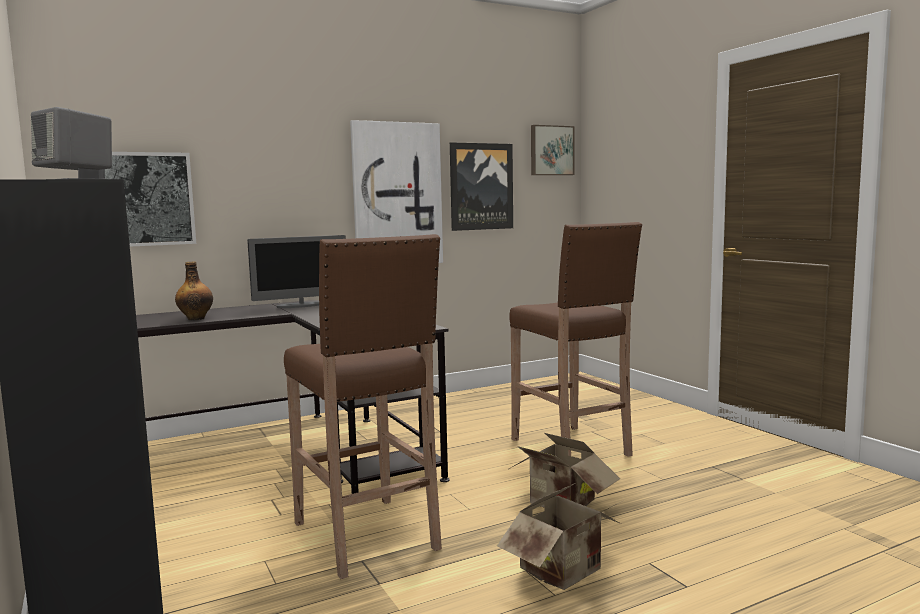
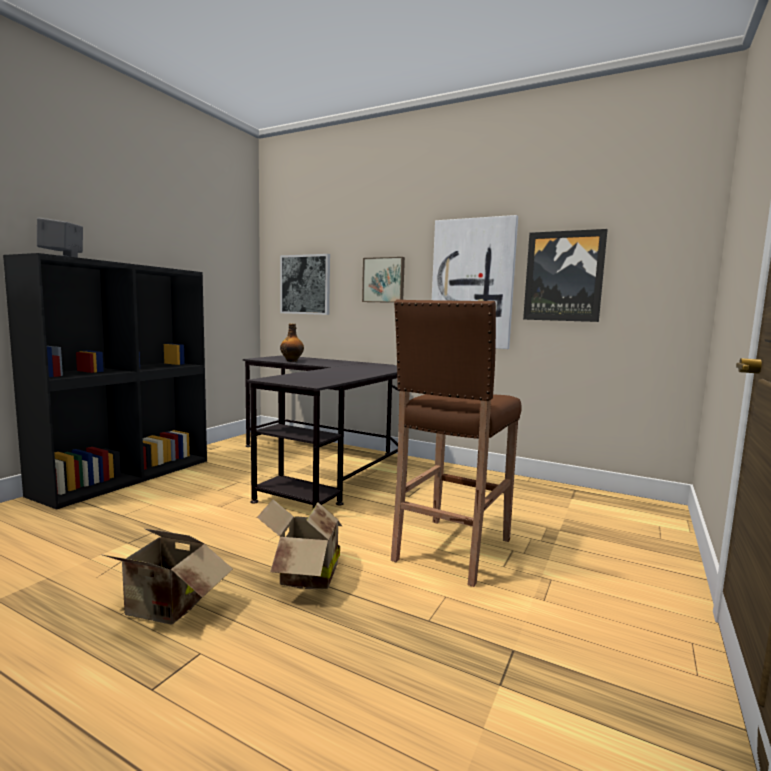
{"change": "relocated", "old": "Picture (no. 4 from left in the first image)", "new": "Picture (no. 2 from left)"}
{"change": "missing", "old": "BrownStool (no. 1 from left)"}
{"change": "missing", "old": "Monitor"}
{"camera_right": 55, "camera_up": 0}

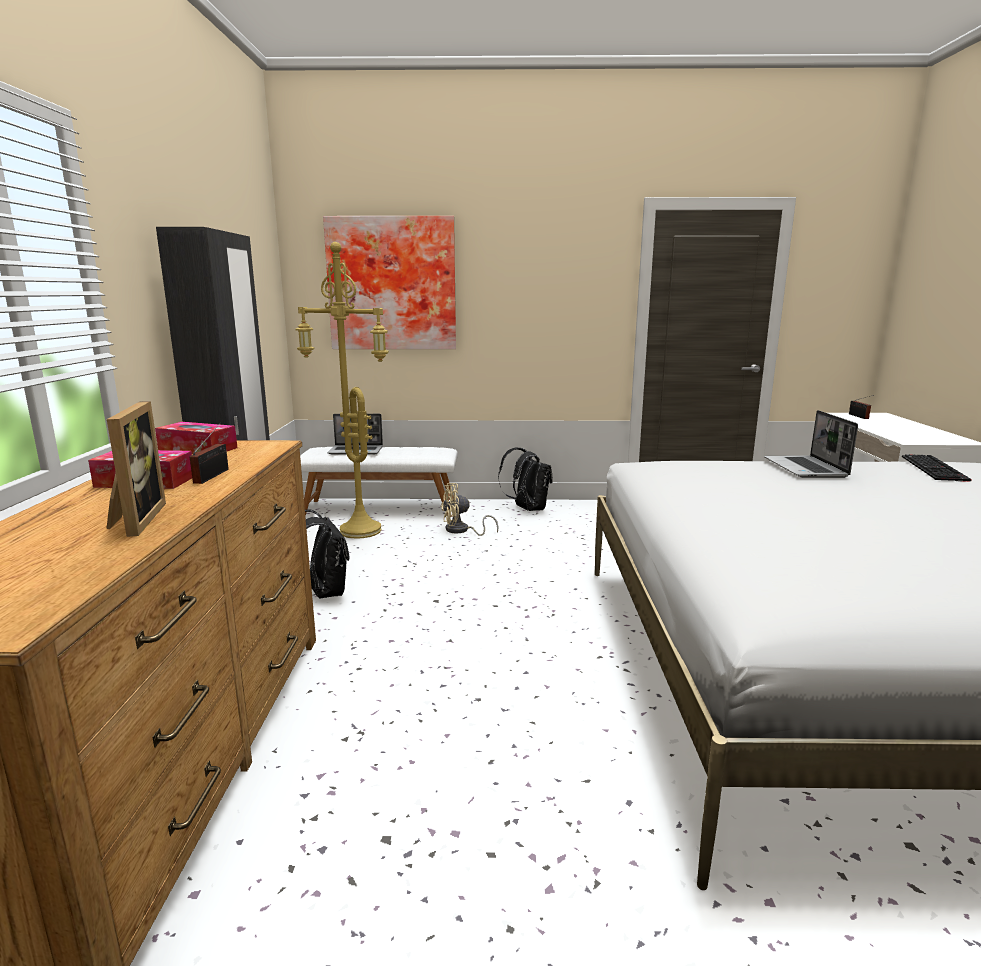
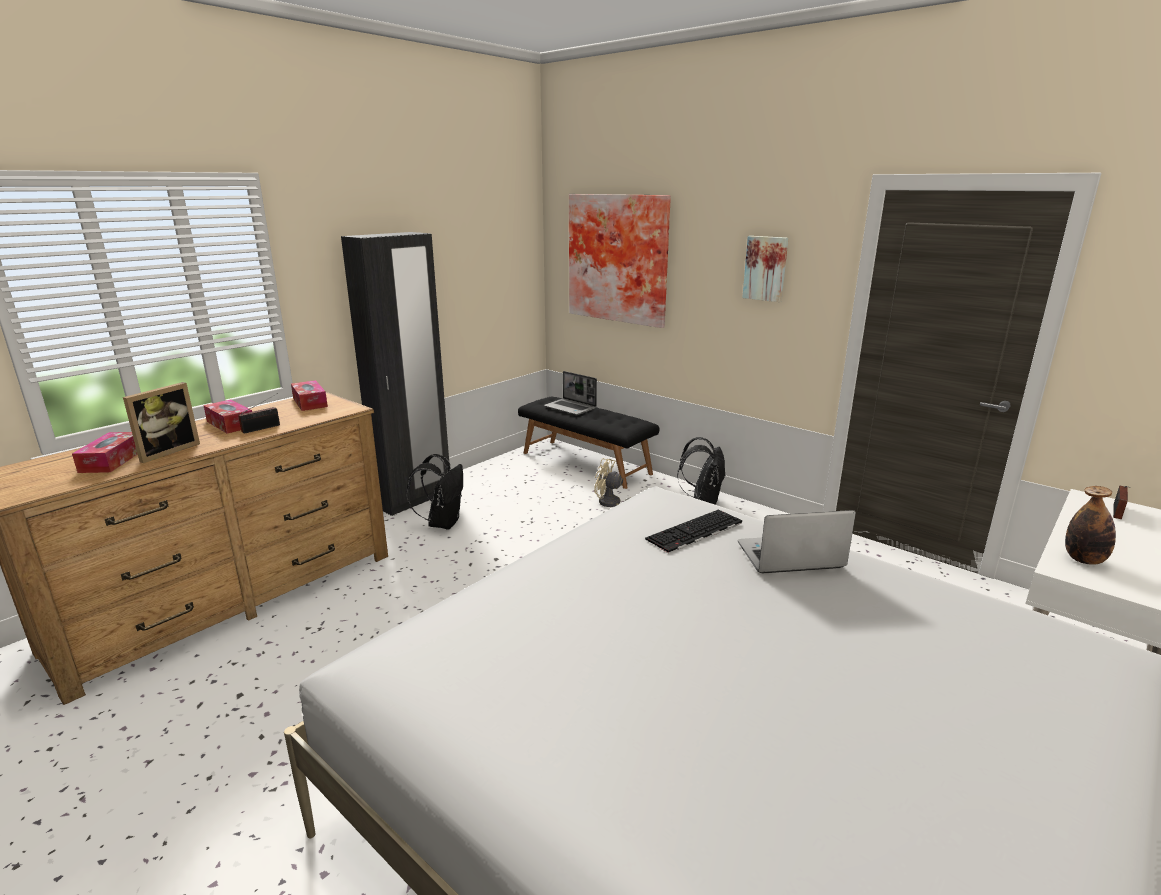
{"change": "missing", "old": "YellowFloorLamp"}
{"change": "spun", "old": "Laptop (no. 2 from left)", "degrees": 45}
{"change": "colour", "old": "WhiteBench", "new": "BlackBench"}
{"change": "relocated", "old": "Keyboard"}
{"change": "appeared", "new": "Picture (no. 2 from left)"}
{"change": "appeared", "new": "TissueBox (no. 1 from left)"}
{"change": "appeared", "new": "Bottle"}
{"camera_right": 40, "camera_up": 5}

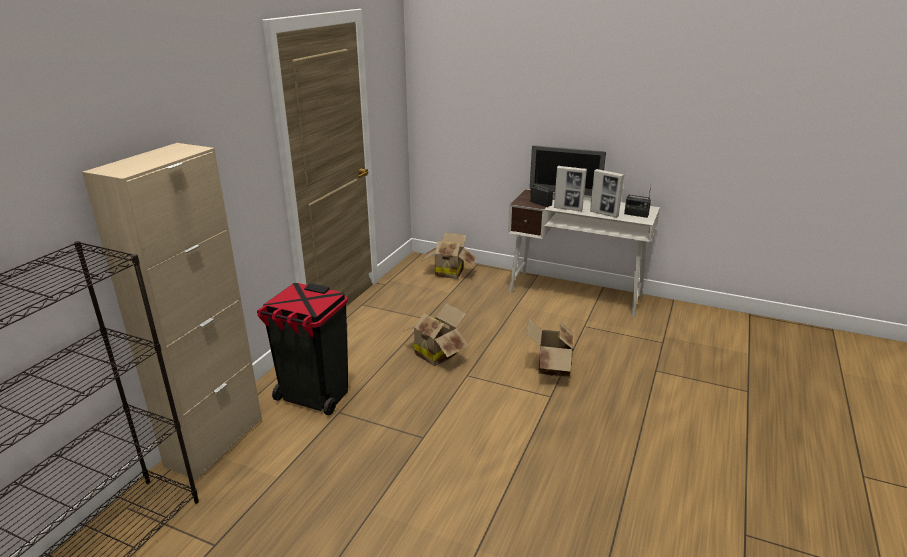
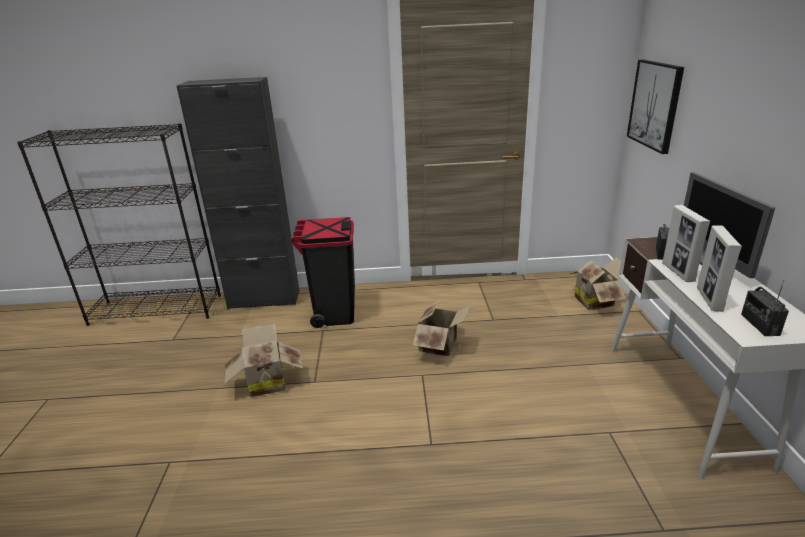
{"change": "colour", "old": "BeigeCabinet", "new": "BlackCabinet"}
{"change": "relocated", "old": "CardboardBox (no. 3 from left in the first image)", "new": "CardboardBox (no. 1 from left)"}
{"change": "appeared", "new": "Picture"}
{"camera_right": 65, "camera_up": 0}

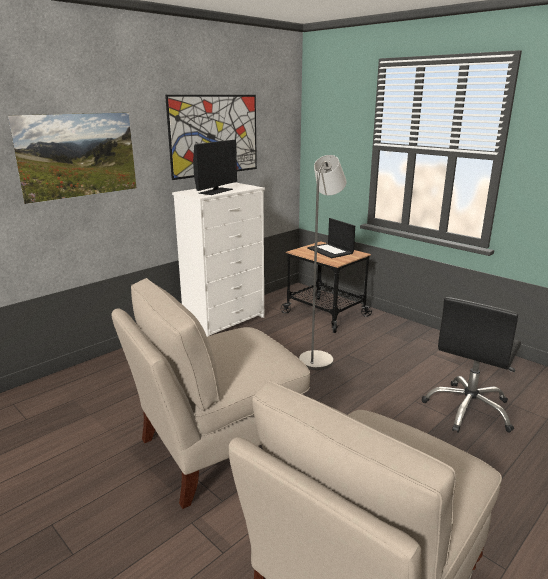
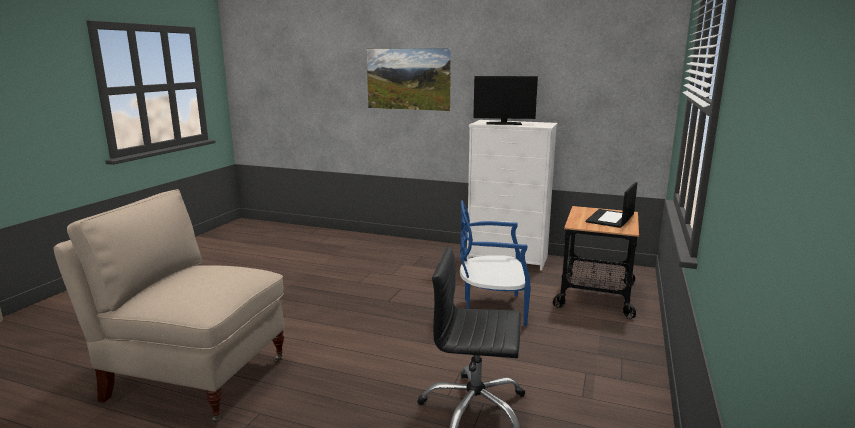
{"change": "missing", "old": "Picture (no. 2 from left)"}
{"change": "exchanged", "old": "GreyFloorLamp", "new": "BlueChair"}
{"change": "missing", "old": "BeigeChair (no. 1 from left)"}
{"camera_right": 65, "camera_up": -5}

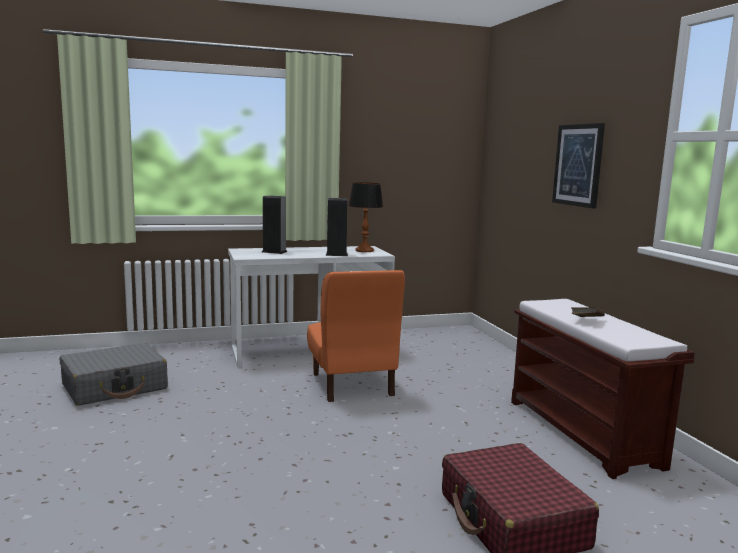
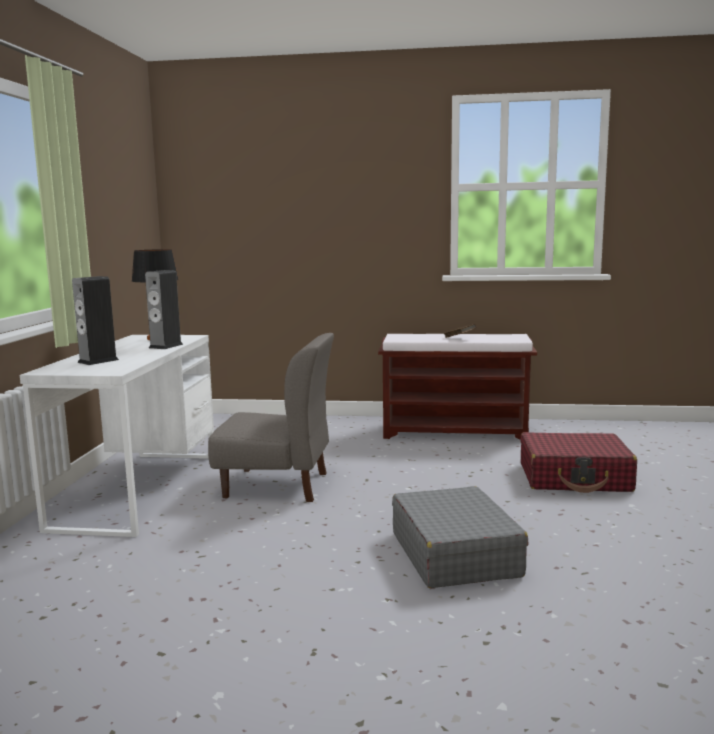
{"change": "missing", "old": "Picture"}
{"change": "colour", "old": "OrangeChair", "new": "GreyChair"}
{"change": "relocated", "old": "GreySuitcase"}
{"camera_right": -65, "camera_up": 0}

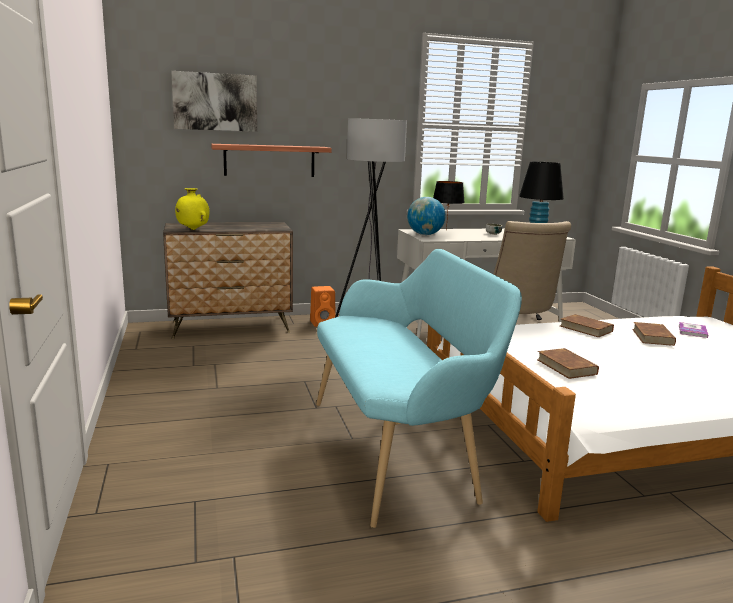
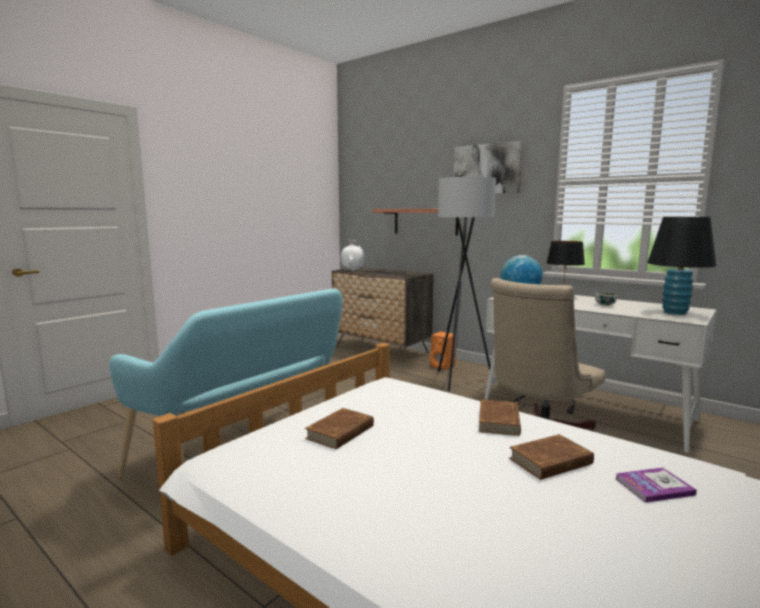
{"change": "relocated", "old": "Picture"}
{"change": "colour", "old": "YellowVase", "new": "WhiteVase"}
{"camera_right": 55, "camera_up": -5}

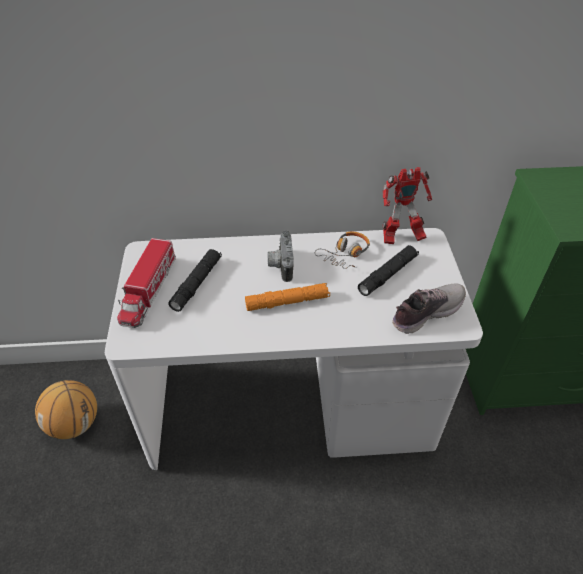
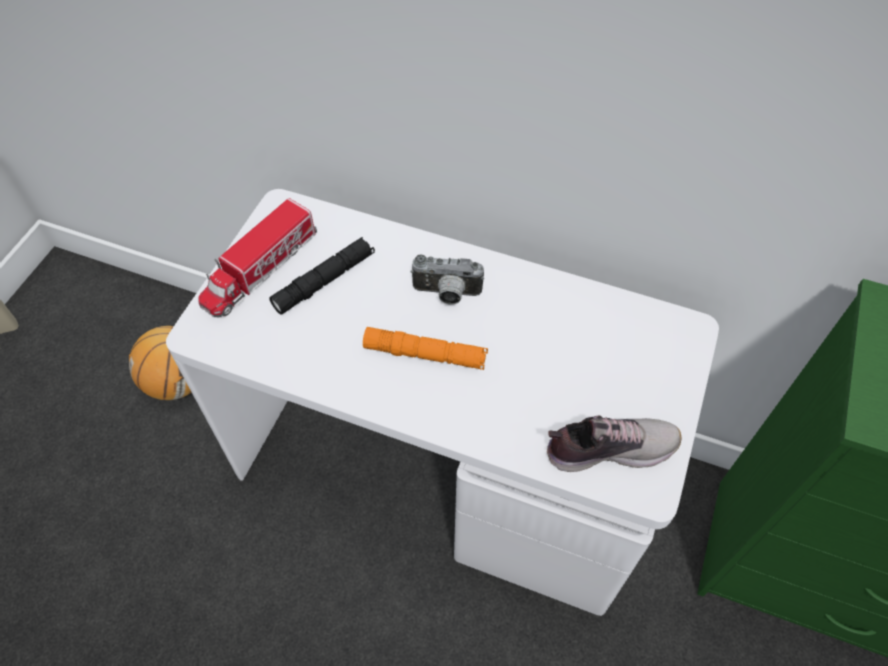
{"change": "missing", "old": "ToyRobot"}
{"change": "spun", "old": "PhotoCamera", "degrees": -105}
{"change": "missing", "old": "Headphones"}
{"change": "missing", "old": "BlackFlashlight (no. 2 from left)"}
{"camera_right": 25, "camera_up": 10}

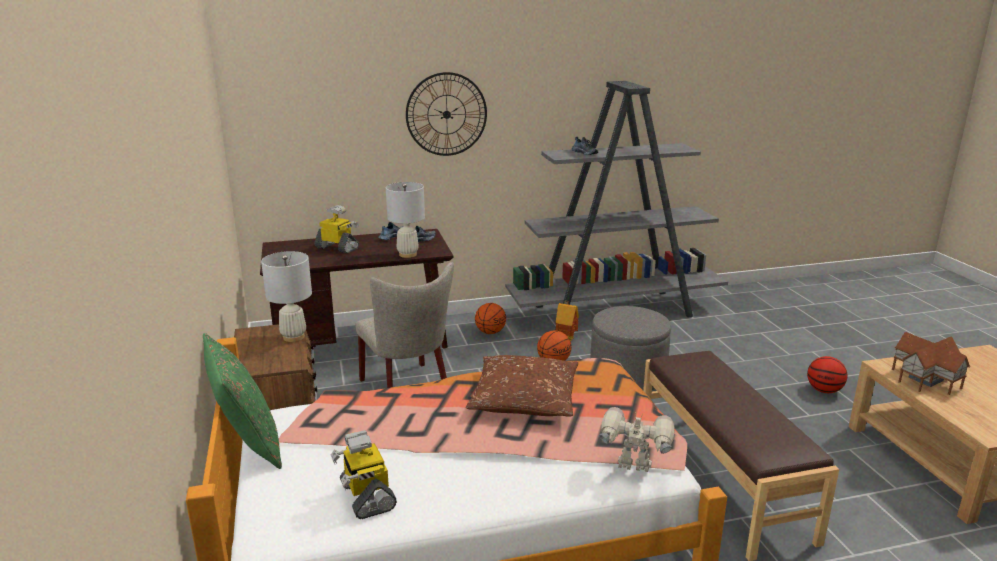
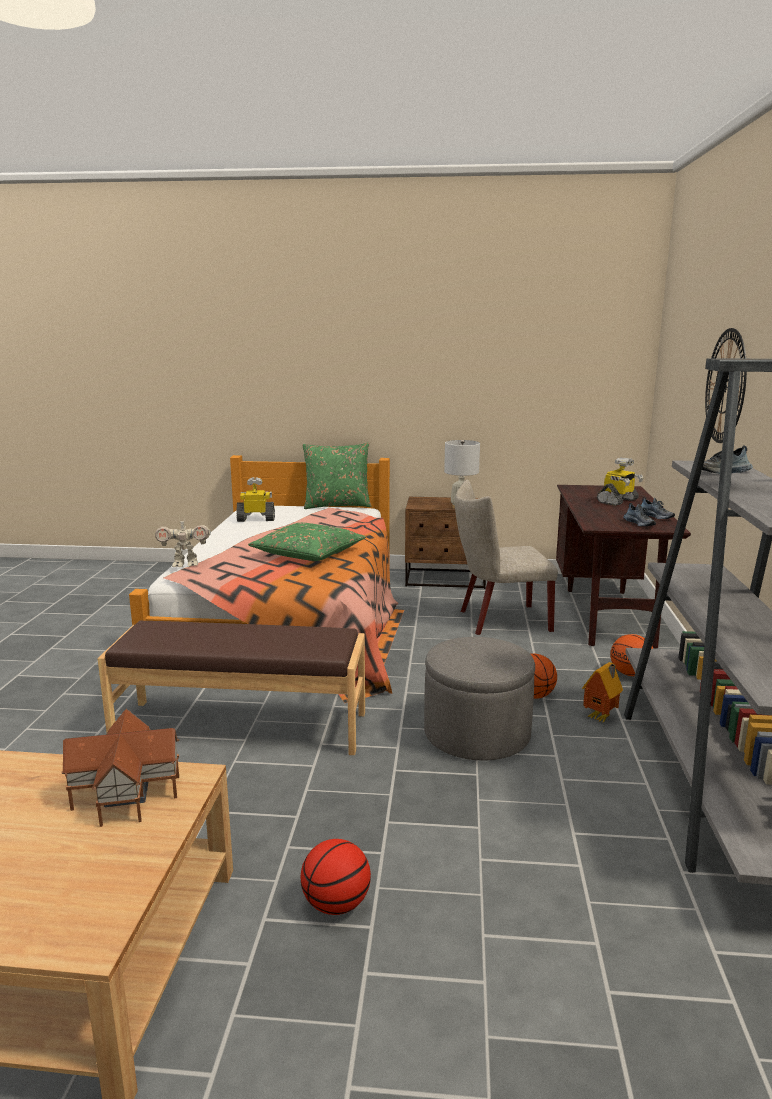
{"change": "missing", "old": "WhiteTableLamp (no. 2 from left)"}
{"change": "colour", "old": "BrownPillow", "new": "GreenPillow (no. 1 from left)"}
{"change": "spun", "old": "ToyRobot (no. 3 from left in the first image)", "degrees": 45}
{"camera_right": 110, "camera_up": -5}

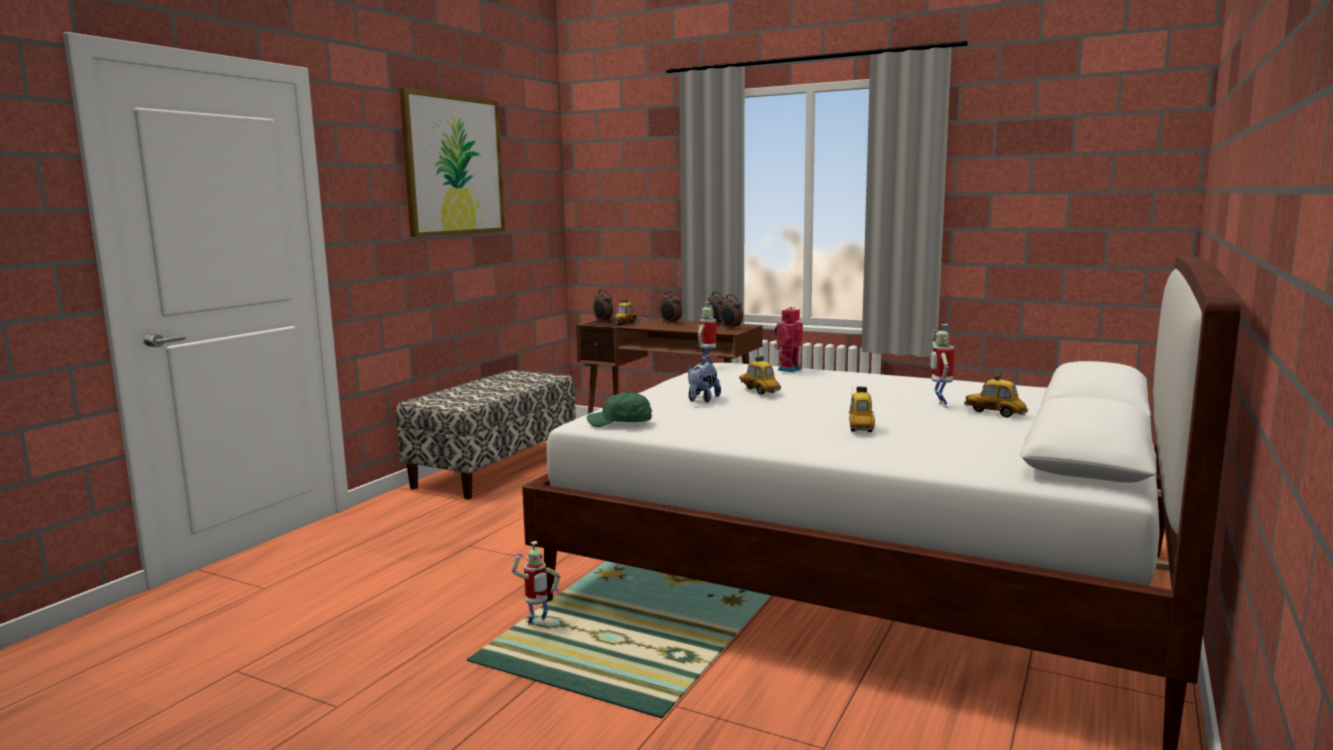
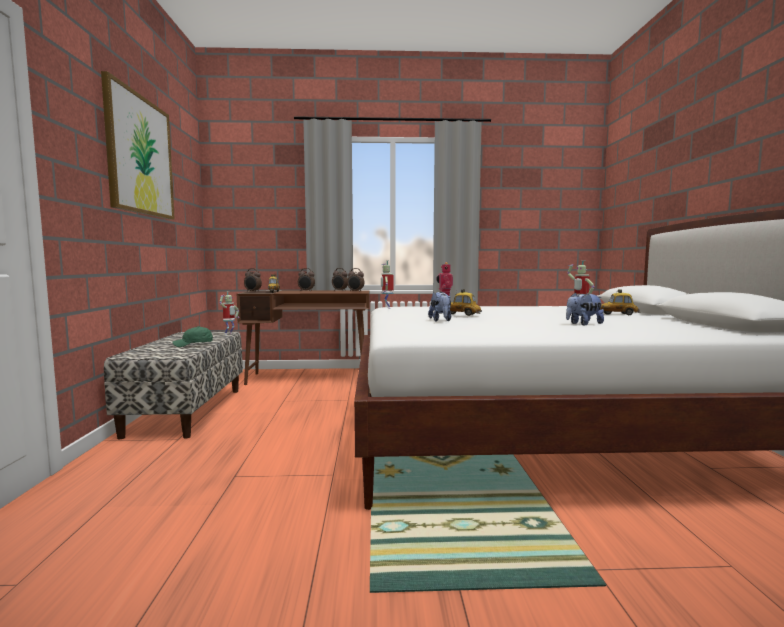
{"change": "exchanged", "old": "ToyCar (no. 3 from left)", "new": "PlushToy (no. 2 from left)"}
{"change": "relocated", "old": "GreenCap"}
{"change": "relocated", "old": "ToyRobot (no. 1 from left)"}
{"camera_right": -30, "camera_up": -5}

